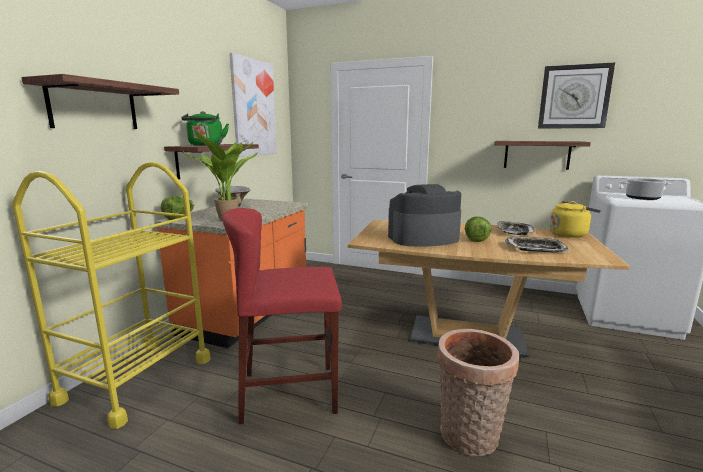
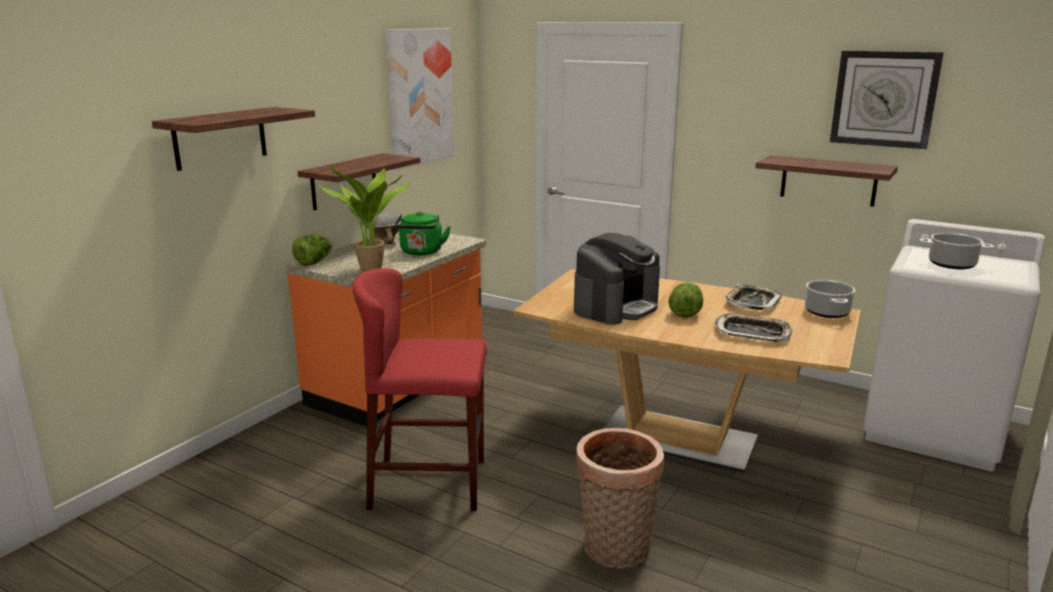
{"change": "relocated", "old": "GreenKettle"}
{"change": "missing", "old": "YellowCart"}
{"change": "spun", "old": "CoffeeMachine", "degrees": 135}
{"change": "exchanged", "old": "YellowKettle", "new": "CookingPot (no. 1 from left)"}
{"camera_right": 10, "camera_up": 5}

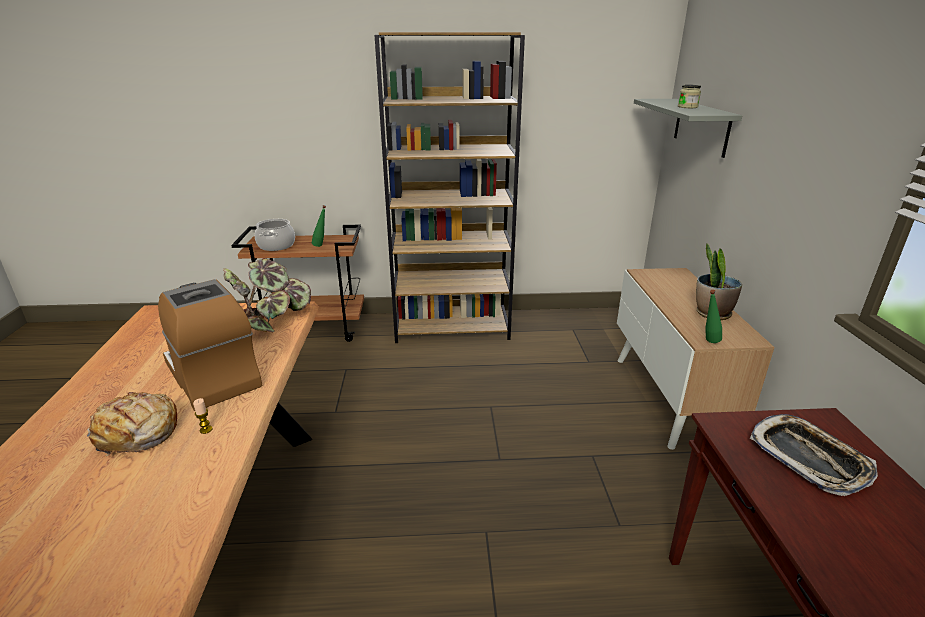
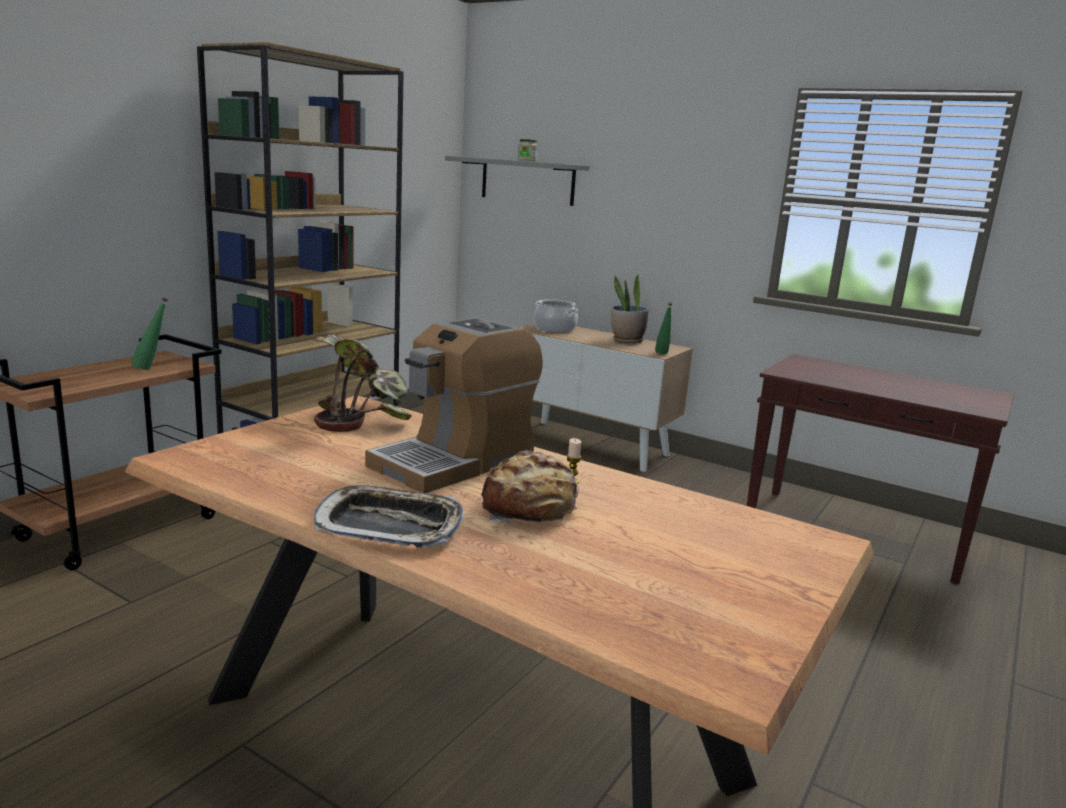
{"change": "relocated", "old": "CookingPot"}
{"change": "spun", "old": "CoffeeMachine", "degrees": -45}
{"change": "relocated", "old": "Tray"}
{"camera_right": -55, "camera_up": -10}

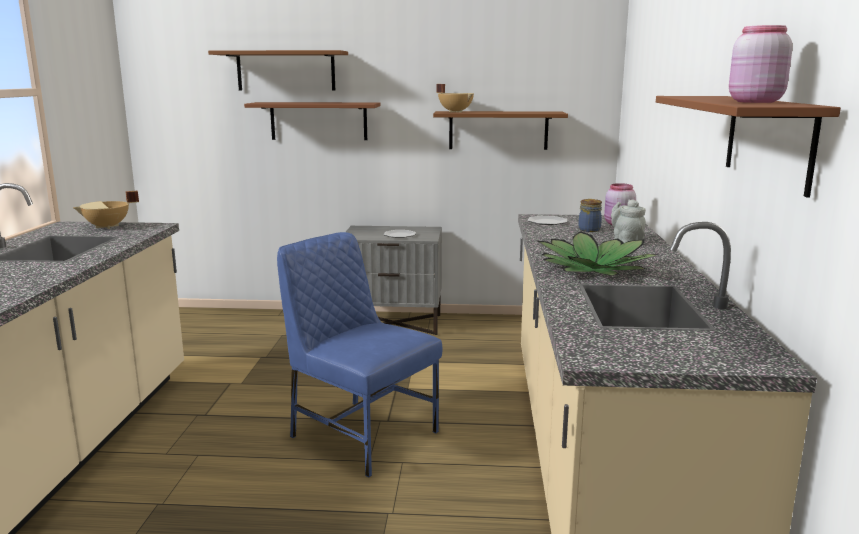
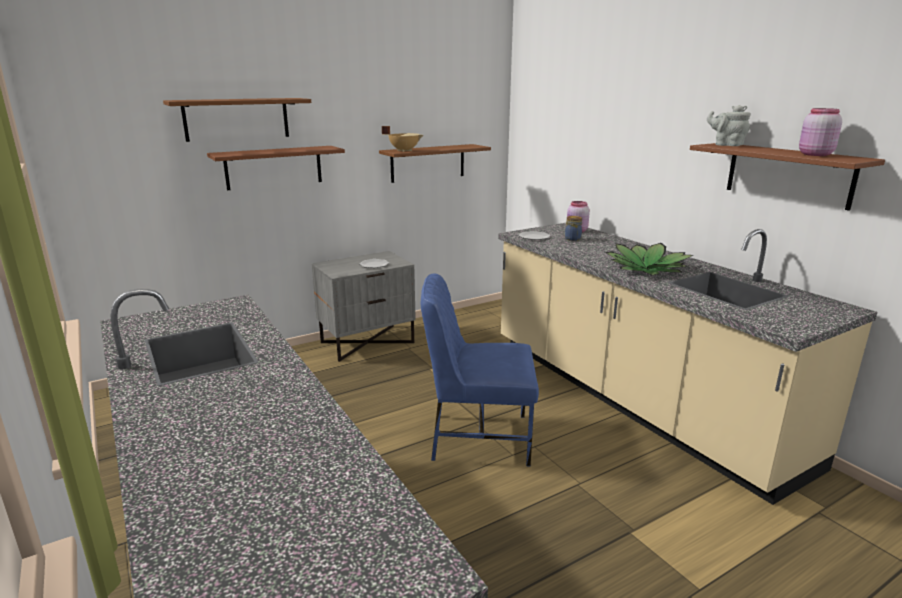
{"change": "missing", "old": "BeigeCookingPot (no. 1 from left)"}
{"change": "relocated", "old": "GreyTeapot"}
{"camera_right": -35, "camera_up": 5}

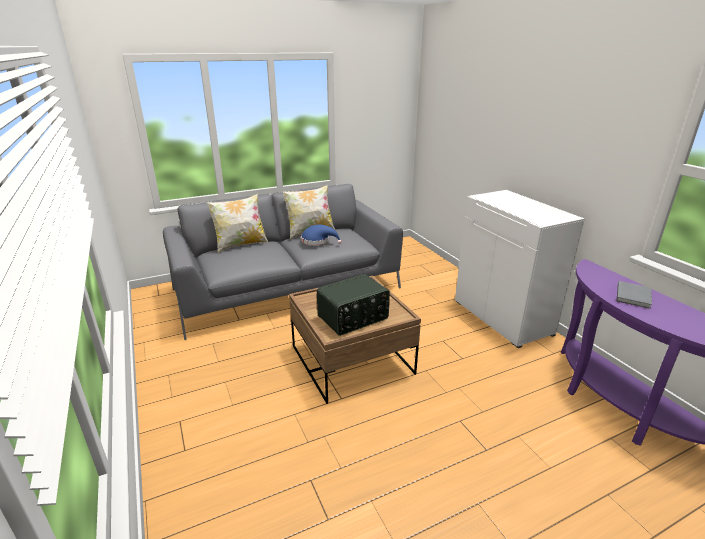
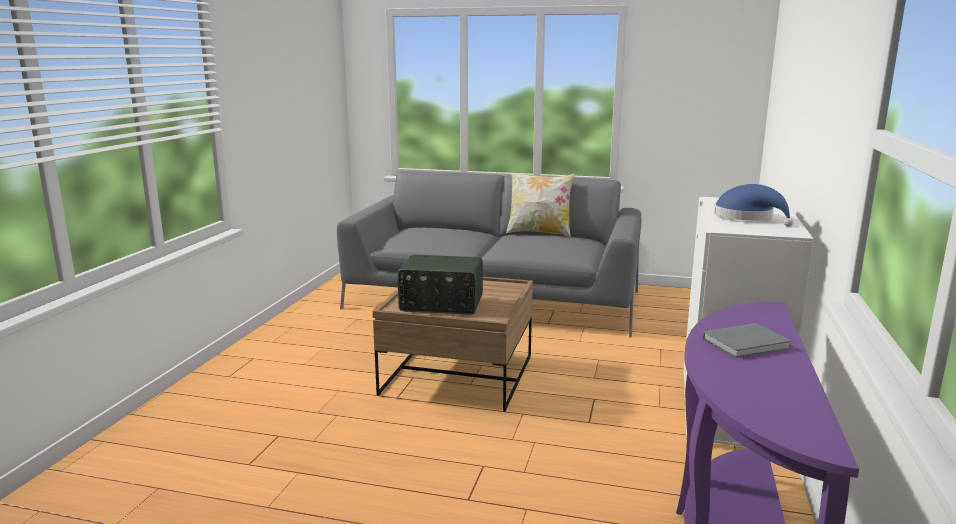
{"change": "missing", "old": "Pillow (no. 1 from left)"}
{"change": "relocated", "old": "BlueHat"}
{"camera_right": 40, "camera_up": -10}

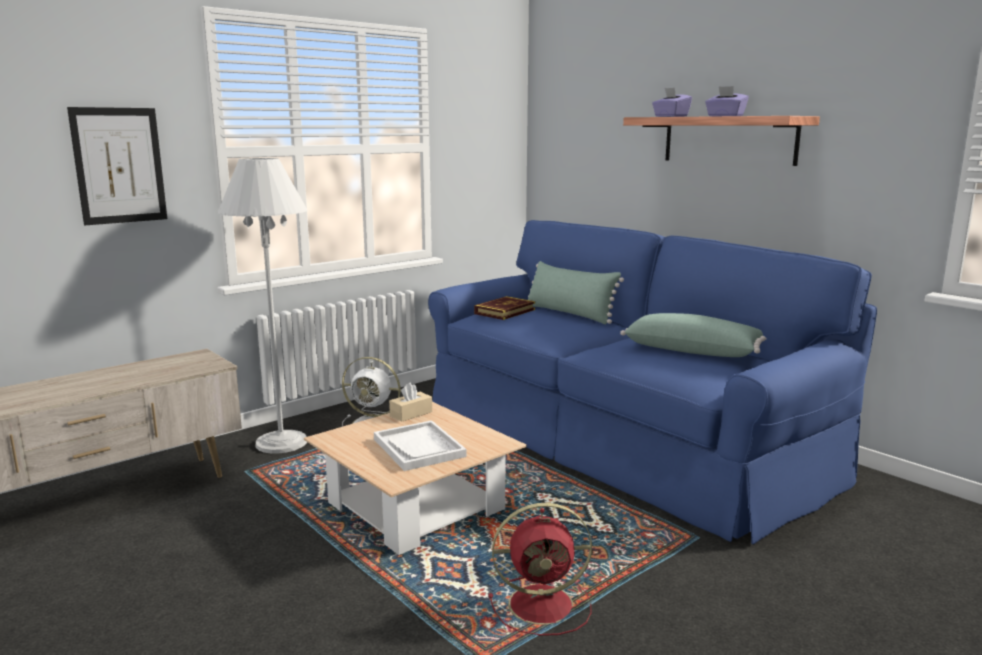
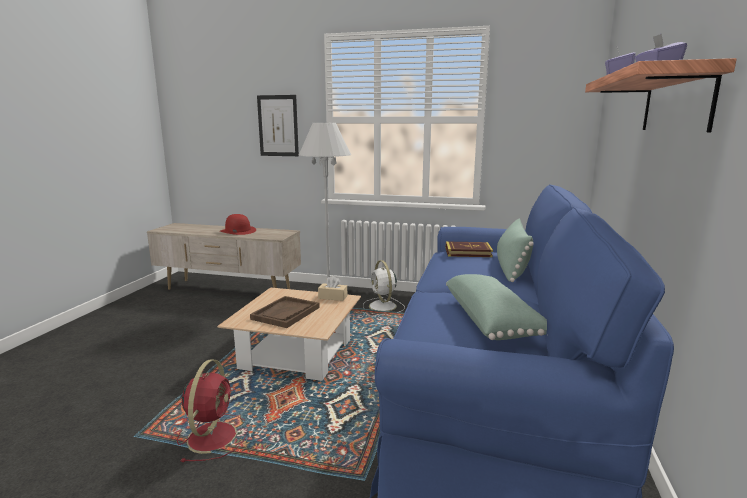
{"change": "colour", "old": "WhiteTray", "new": "BrownTray"}
{"change": "spun", "old": "RedFan", "degrees": -135}
{"change": "appeared", "new": "RedHat"}
{"camera_right": 55, "camera_up": 0}

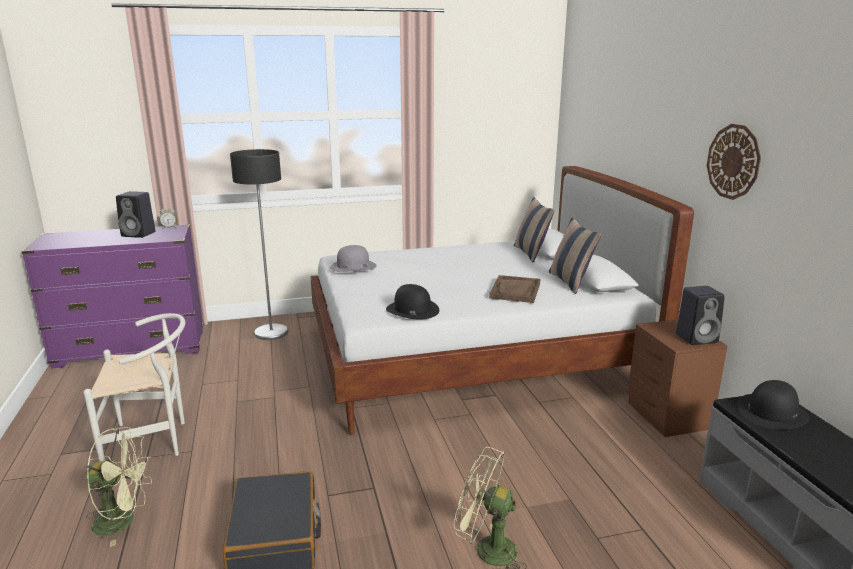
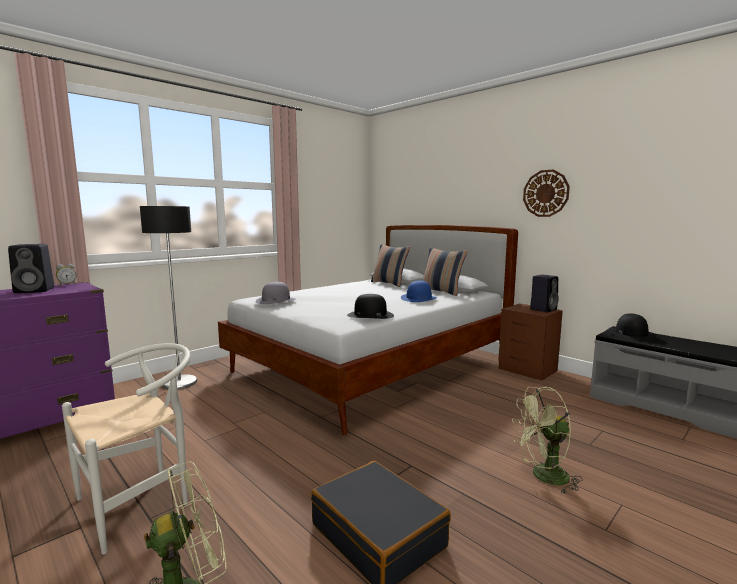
{"change": "exchanged", "old": "BrownTray", "new": "BlueHat"}
{"camera_right": -30, "camera_up": -10}

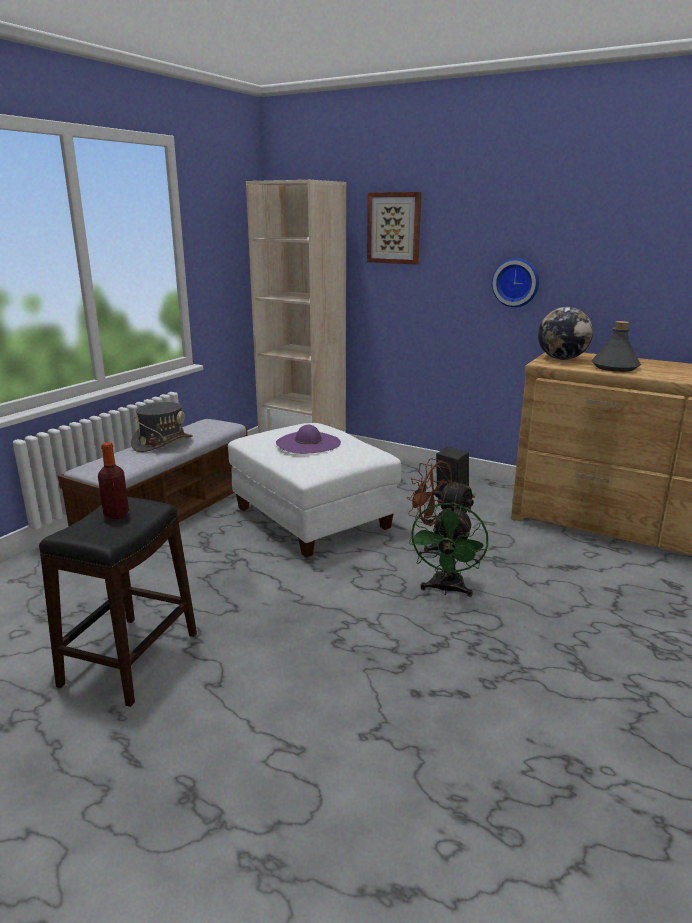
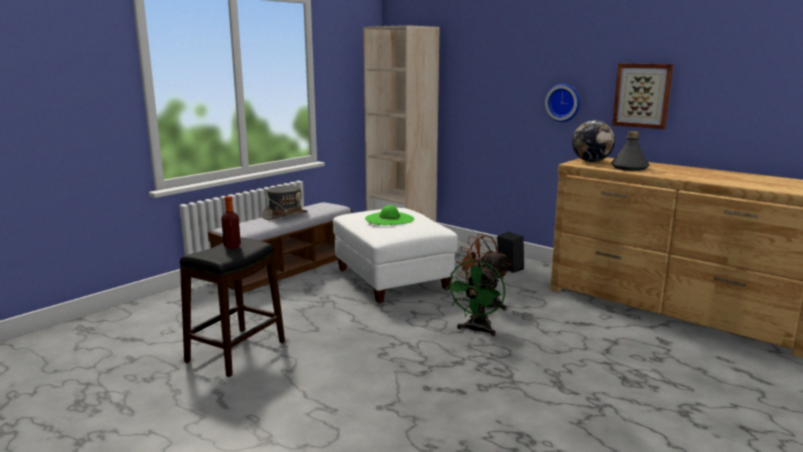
{"change": "relocated", "old": "Picture"}
{"change": "colour", "old": "PurpleHat", "new": "GreenHat"}
{"camera_right": 10, "camera_up": -5}

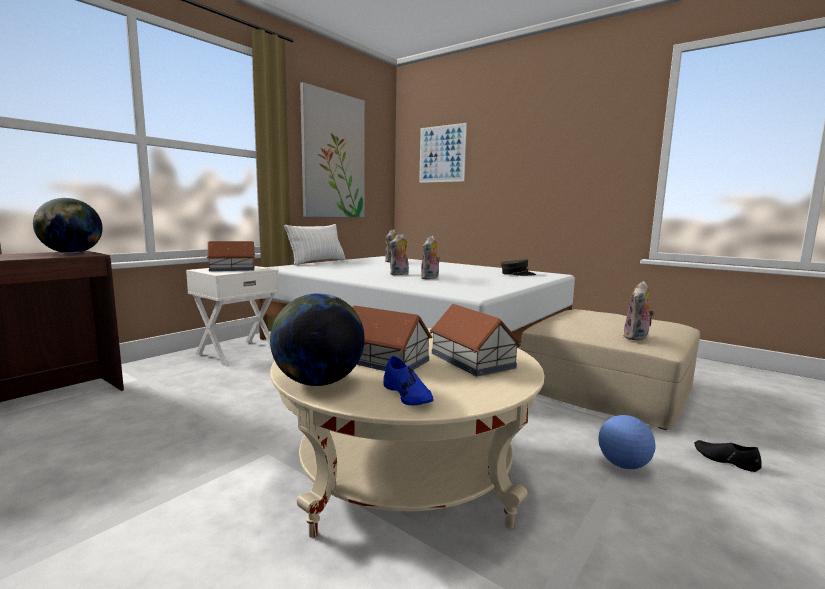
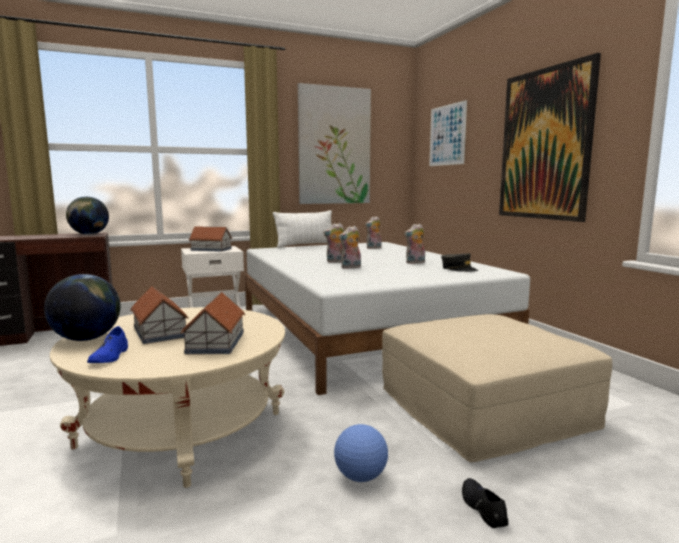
{"change": "relocated", "old": "PlushToy (no. 4 from left)"}
{"change": "appeared", "new": "Picture (no. 3 from left)"}
{"camera_right": 30, "camera_up": 0}

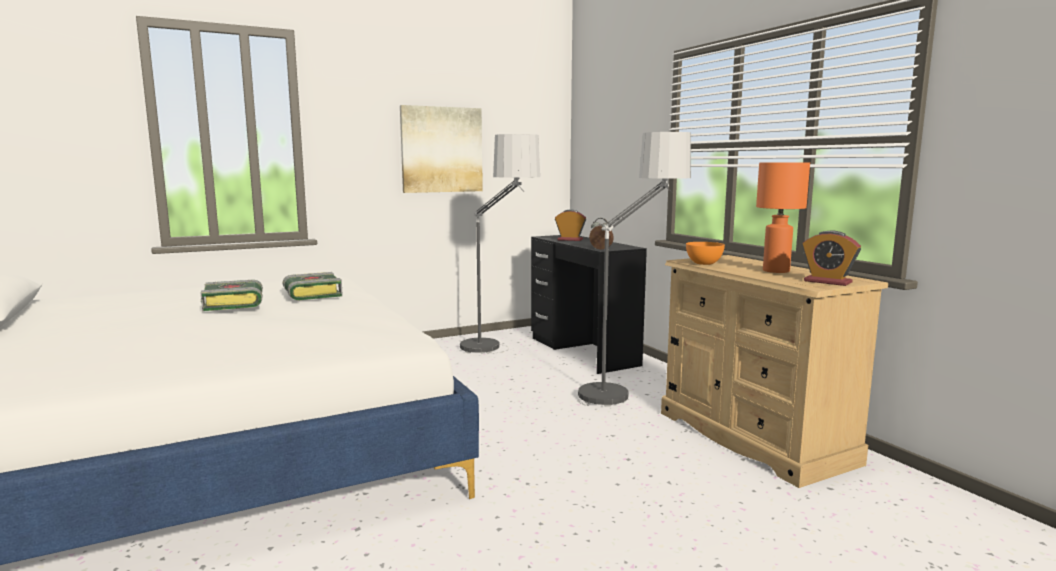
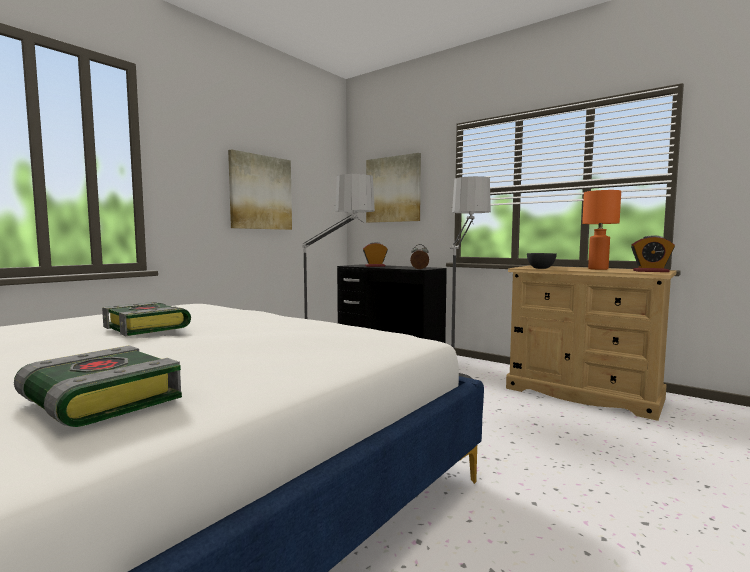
{"change": "colour", "old": "OrangeBowl", "new": "GreyBowl"}
{"change": "relocated", "old": "Book (no. 2 from left in the first image)", "new": "Book (no. 1 from left)"}
{"change": "appeared", "new": "Picture (no. 2 from left)"}
{"camera_right": -25, "camera_up": -5}

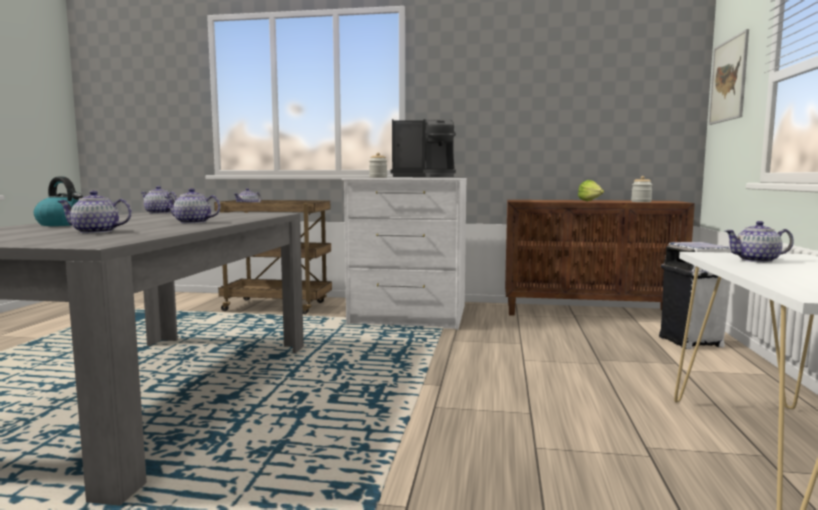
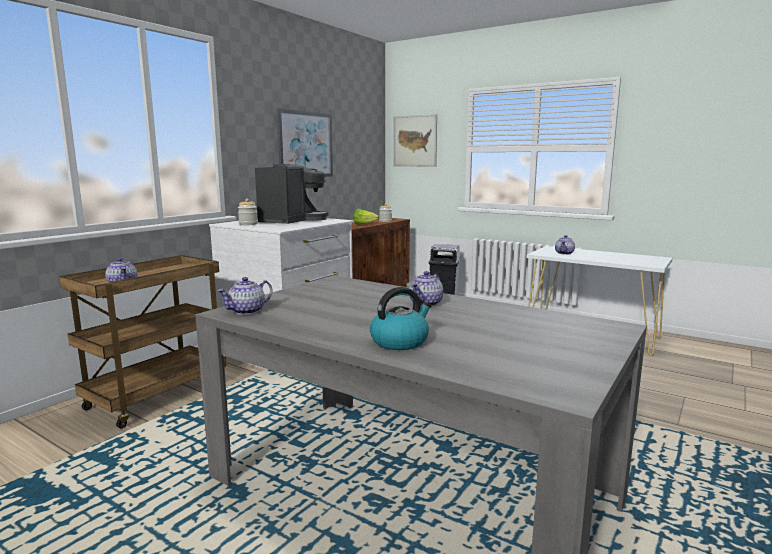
{"change": "missing", "old": "Teapot (no. 1 from left)"}
{"change": "appeared", "new": "Picture (no. 1 from left)"}
{"camera_right": -65, "camera_up": 5}

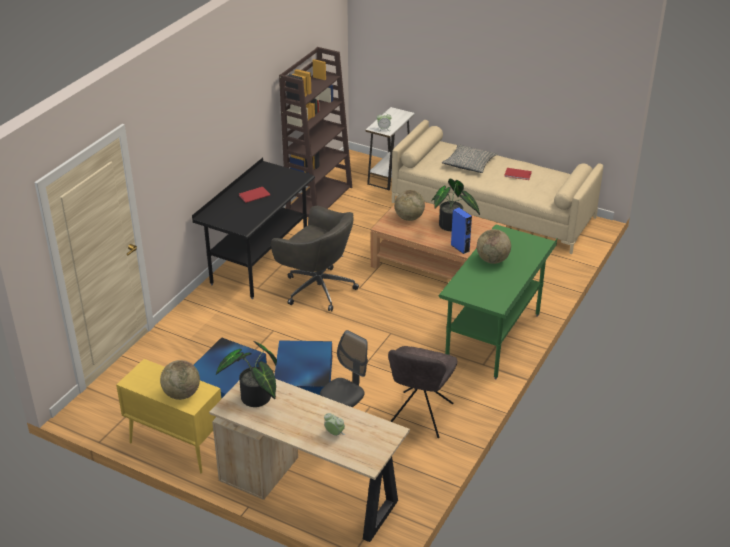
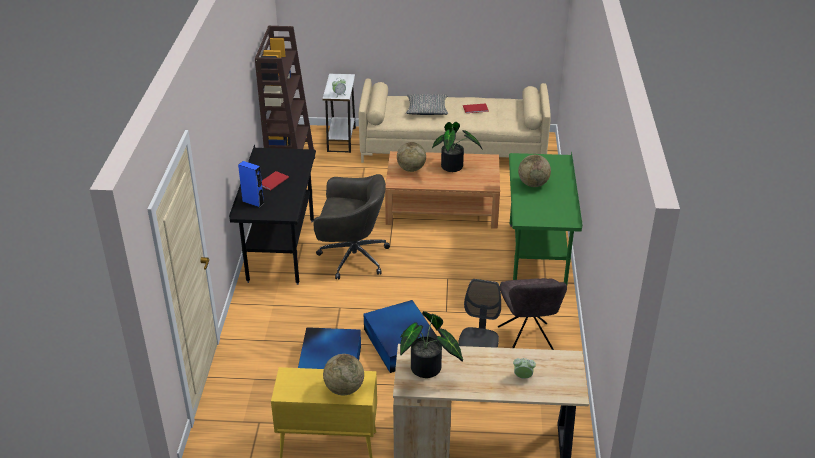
{"change": "relocated", "old": "BlueSpeaker"}
{"camera_right": -25, "camera_up": 0}

